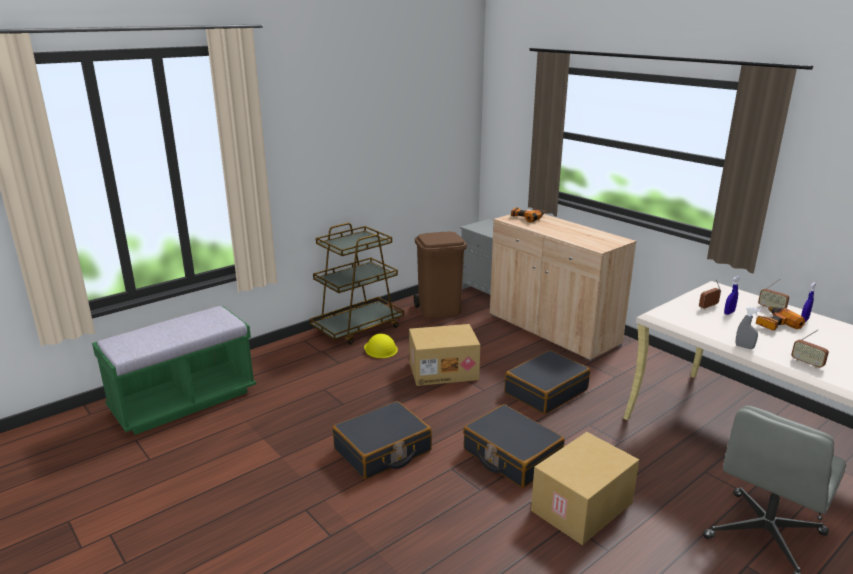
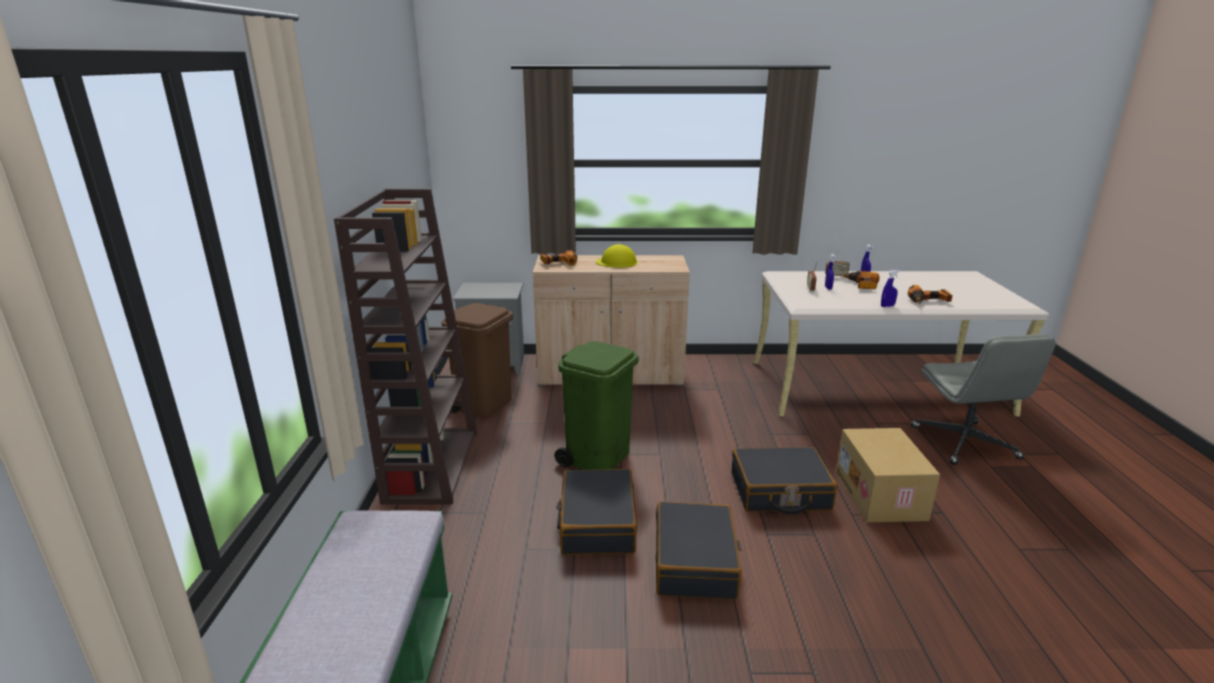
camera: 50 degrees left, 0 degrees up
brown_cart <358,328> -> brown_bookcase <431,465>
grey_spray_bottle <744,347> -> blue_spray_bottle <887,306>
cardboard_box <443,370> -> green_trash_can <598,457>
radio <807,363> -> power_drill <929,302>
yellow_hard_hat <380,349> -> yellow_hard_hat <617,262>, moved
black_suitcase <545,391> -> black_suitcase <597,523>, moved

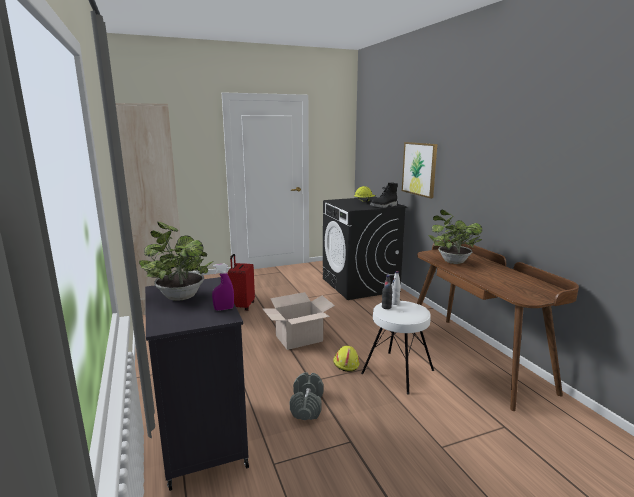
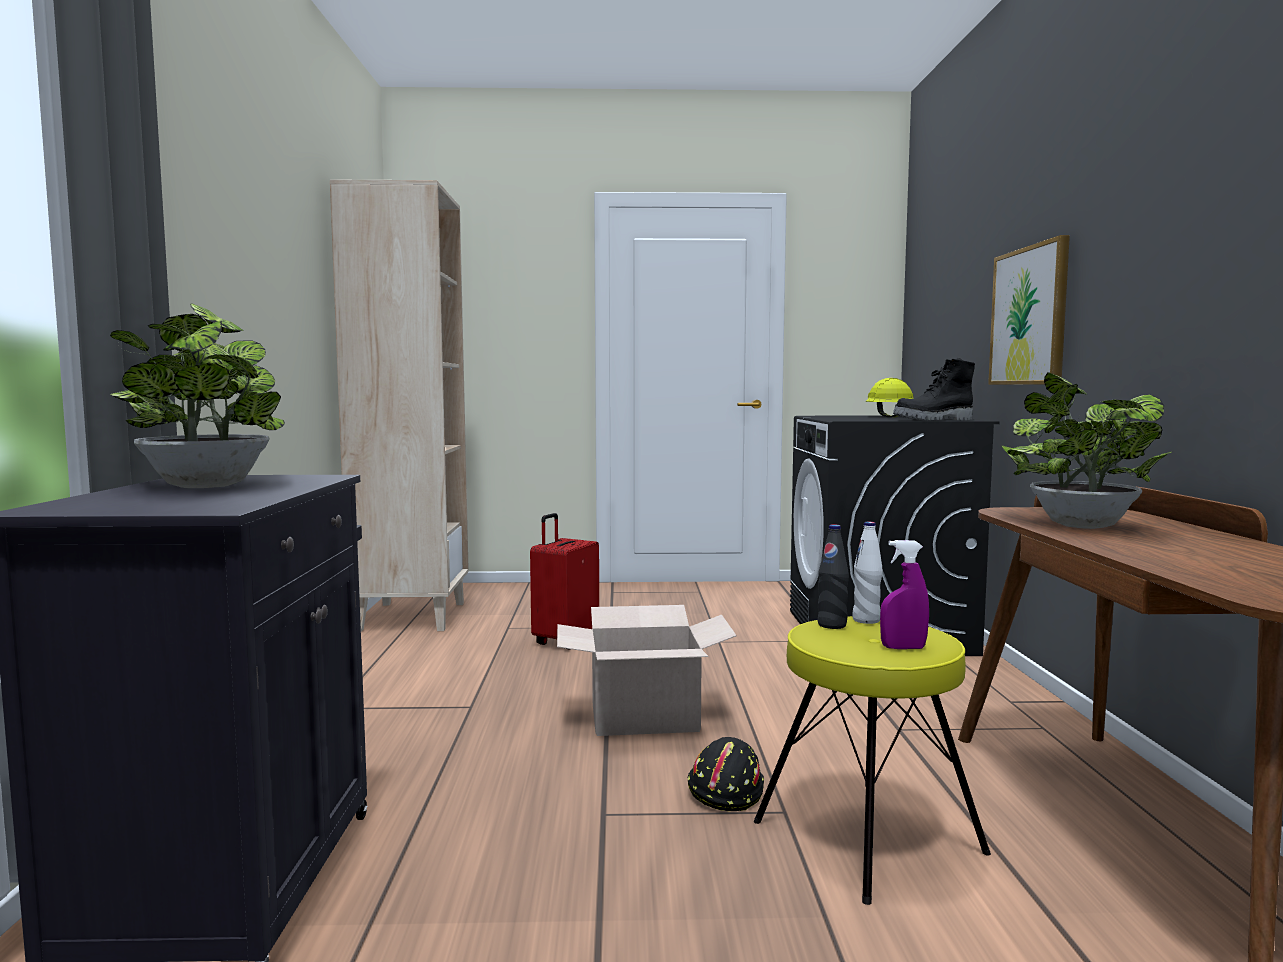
camera: 20 degrees right, 10 degrees down
purple_spray_bottle <224,309> -> purple_spray_bottle <903,648>, moved
white_stool <397,371> -> yellow_stool <866,836>
yellow_hard_hat <345,363> -> black_hard_hat <725,790>
grey_dumbbell <307,405> -> none

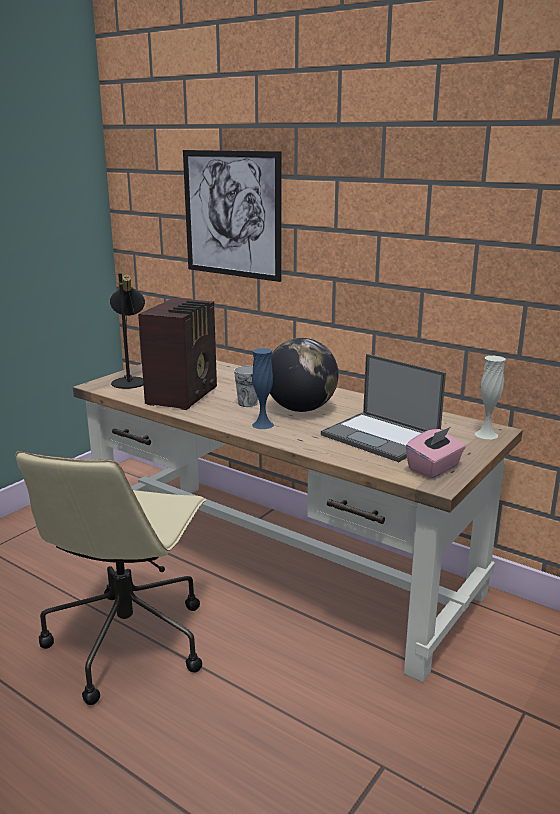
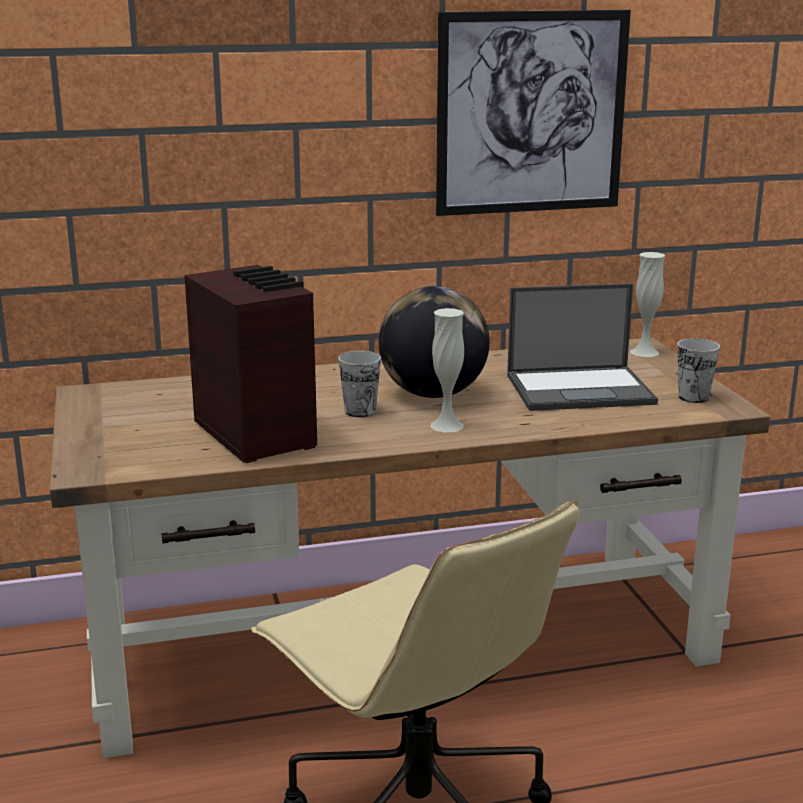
camera: 50 degrees left, 0 degrees up
picture <232,214> -> picture <531,113>, moved
black_table_lamp <130,380> -> none
blue_vase <262,425> -> white_vase <447,425>
pink_tissue_box <434,468> -> cup <693,397>

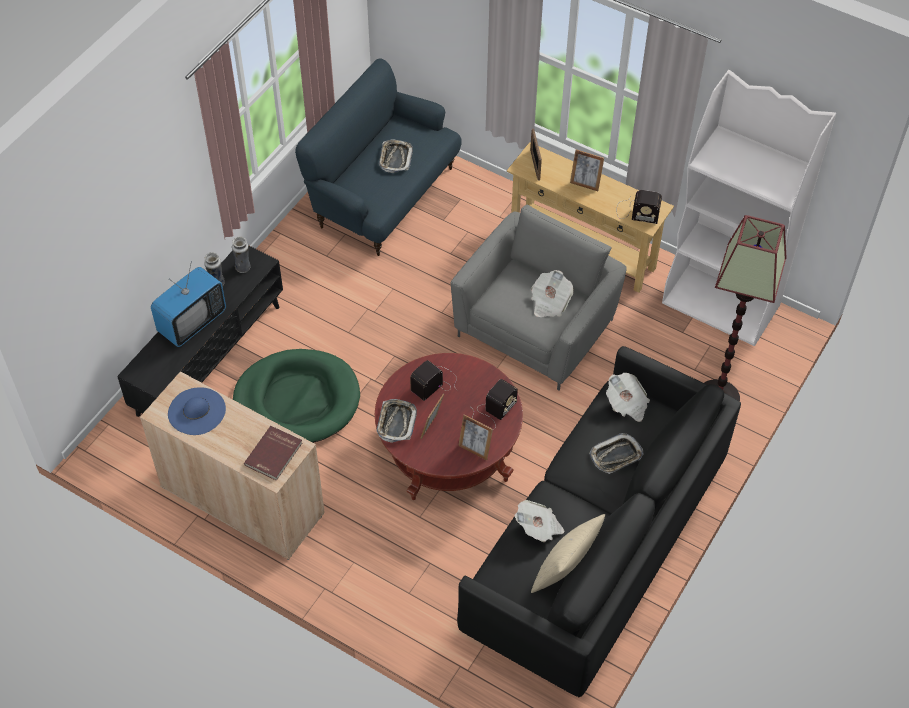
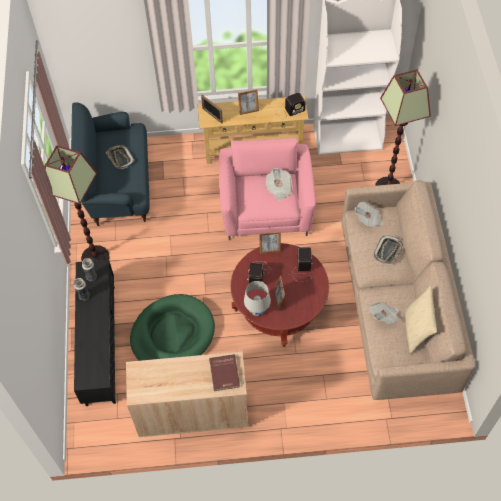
camera: 35 degrees left, 5 degrees up
grey_armchair <536,327> -> pink_armchair <266,208>
television <192,322> -> none
black_sofa <596,546> -> beige_sofa <397,307>
blue_hat <196,411> -> none
tray <396,422> -> white_table_lamp <257,309>
picture_frame <475,449> -> picture_frame <270,250>, moved
none -> floor_lamp <95,257>

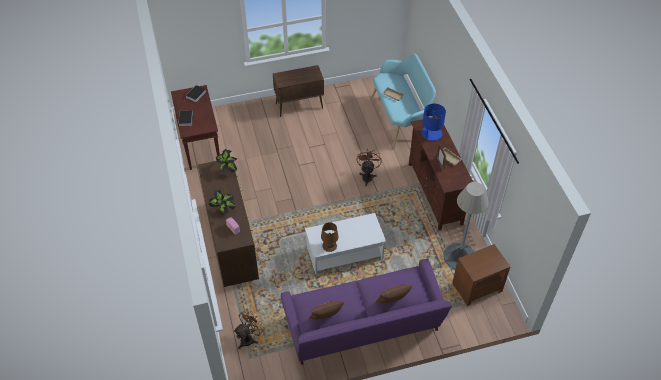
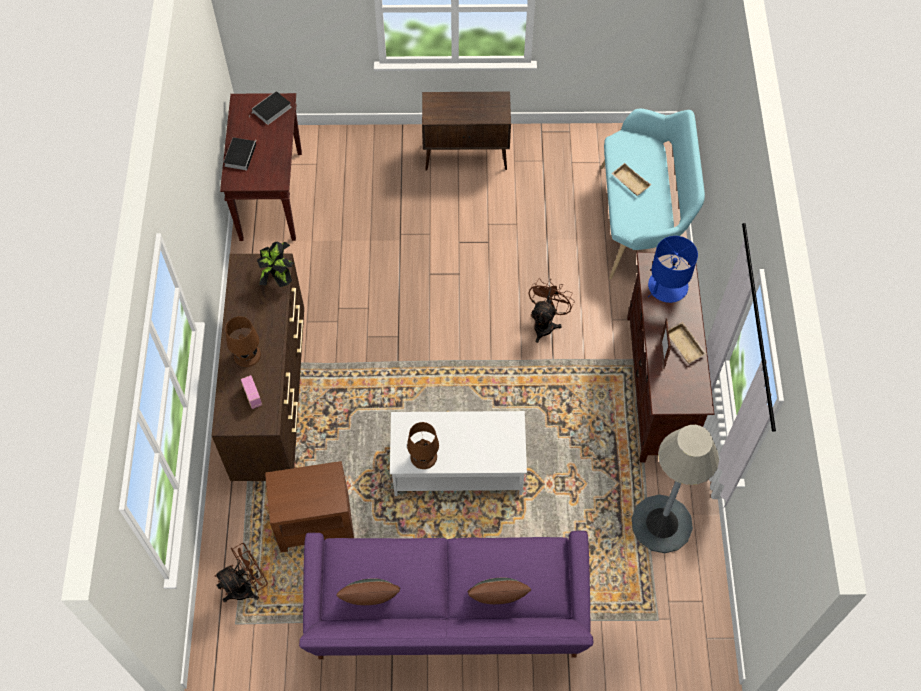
camera: 15 degrees right, 10 degrees up
potted_plant <223,210> -> brown_table_lamp <247,355>
brown_side_table <476,287> -> brown_side_table <314,522>, moved

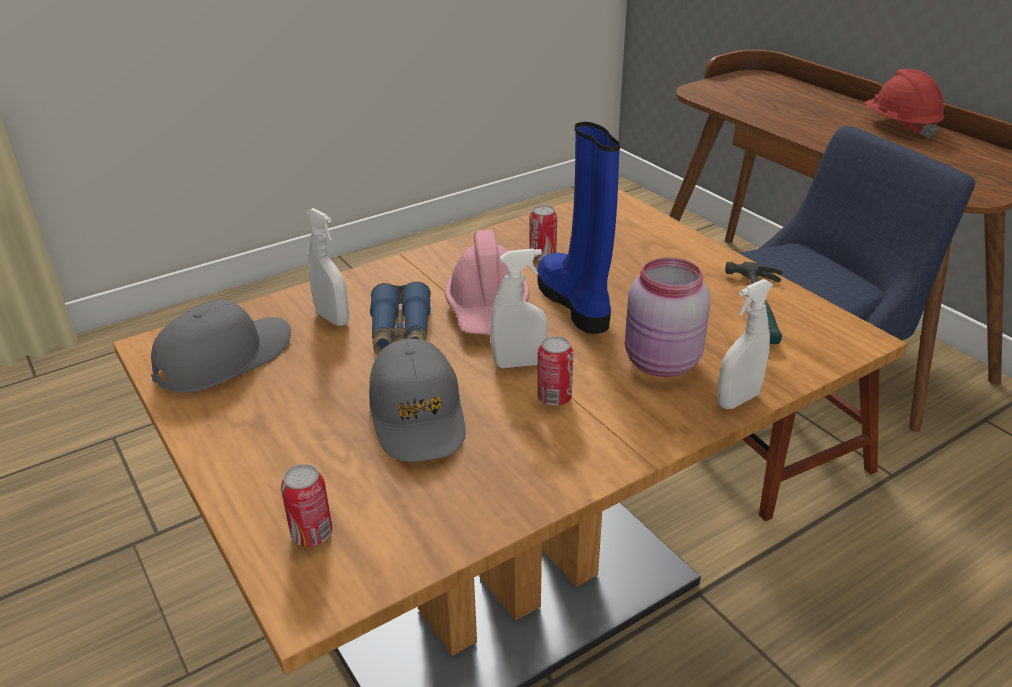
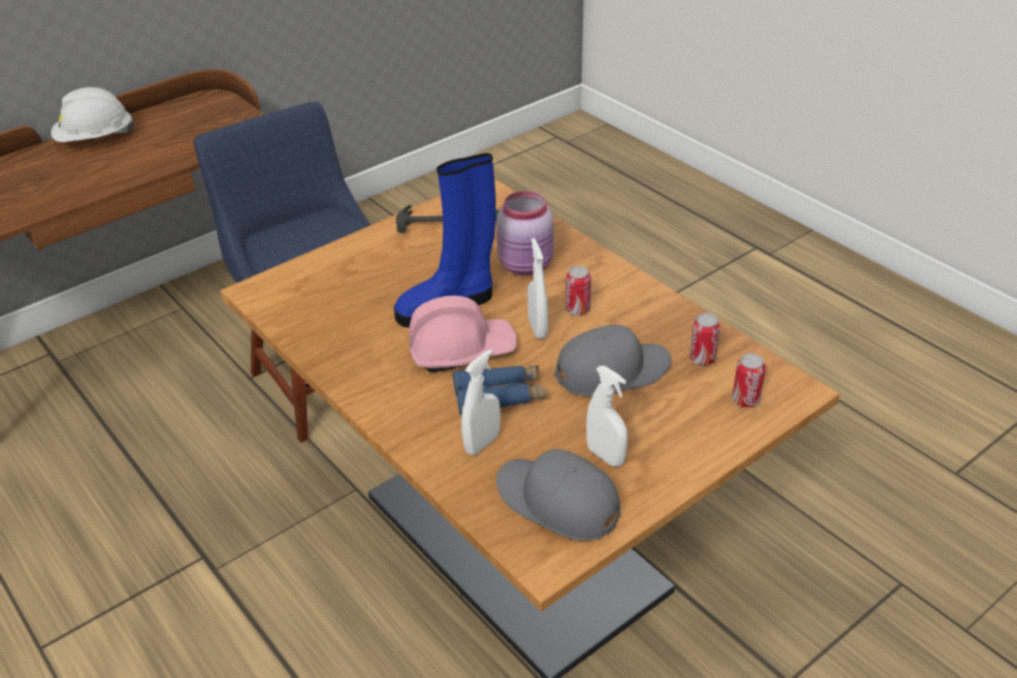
camera: 95 degrees left, 5 degrees up
red_hard_hat <900,126> -> white_hard_hat <95,140>
can <542,257> -> can <702,359>, moved
white_spray_bottle <738,400> -> white_spray_bottle <605,456>, moved

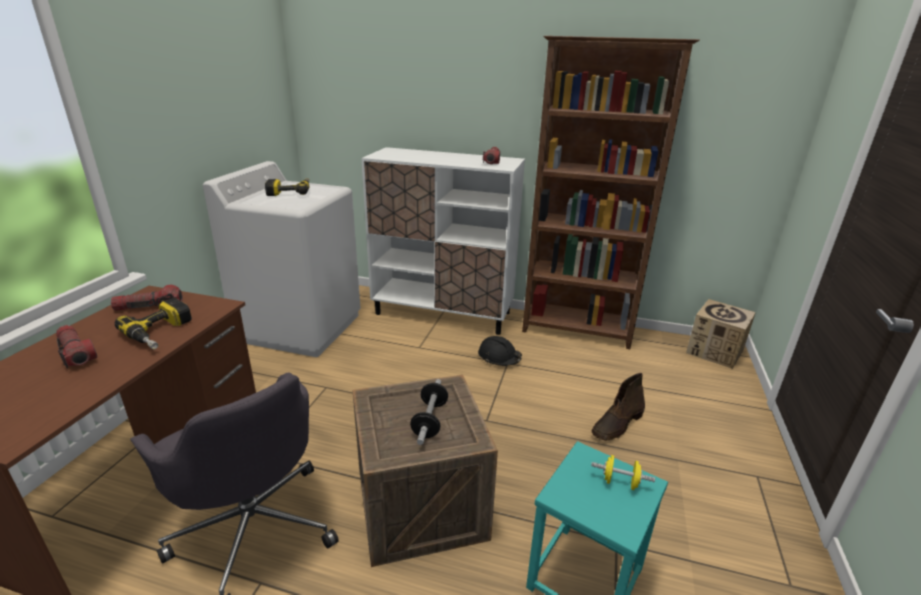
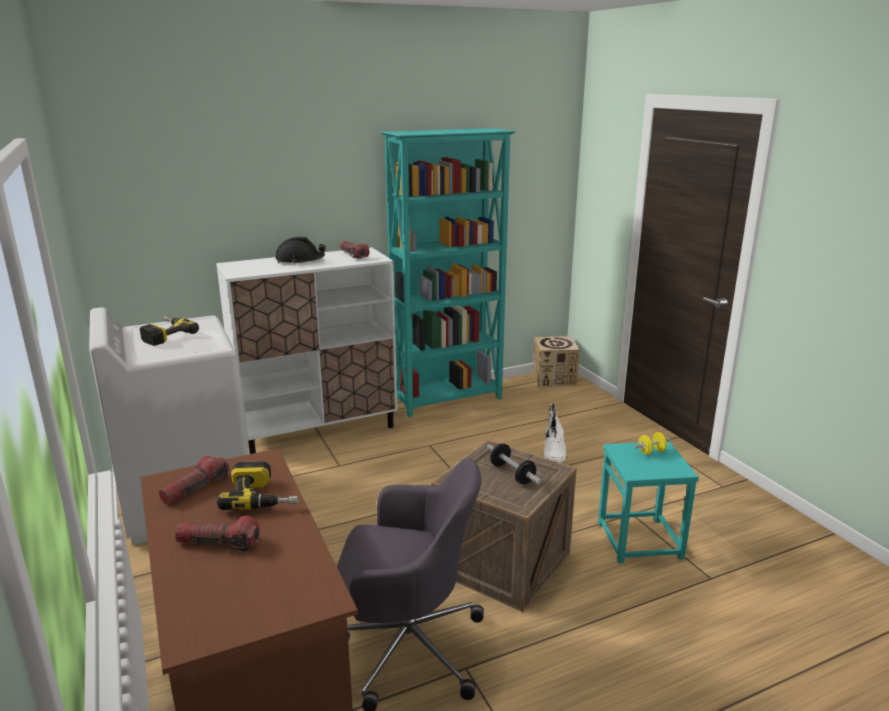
camera: 40 degrees left, 5 degrees down
brown_bookcase <577,330> -> turquoise_bookcase <448,399>
black_hard_hat <499,357> -> black_hard_hat <300,261>, moved
brown_boot <617,424> -> white_boot <554,451>

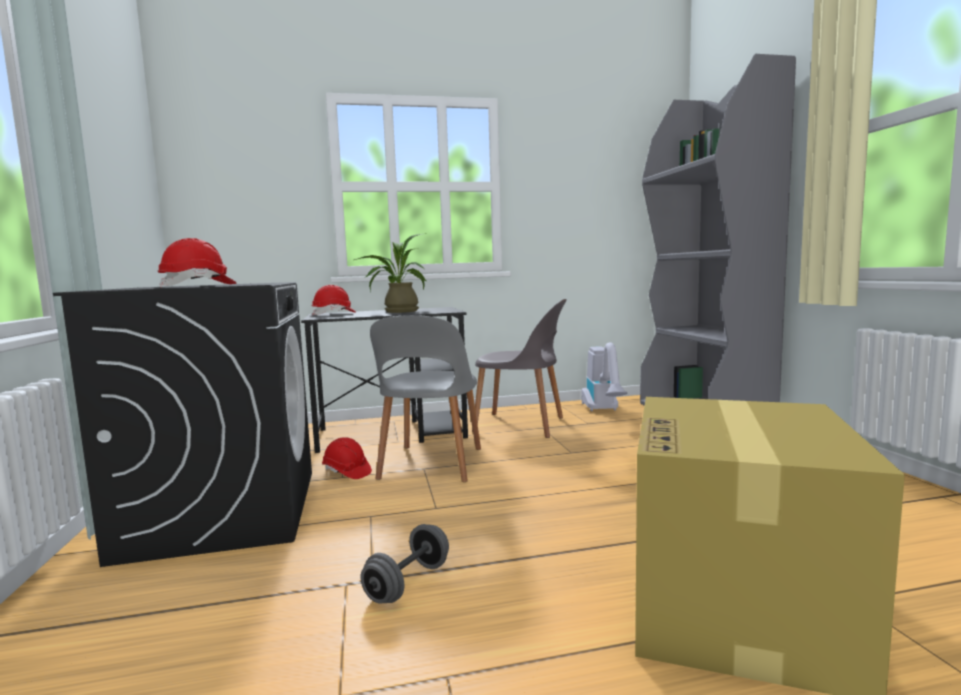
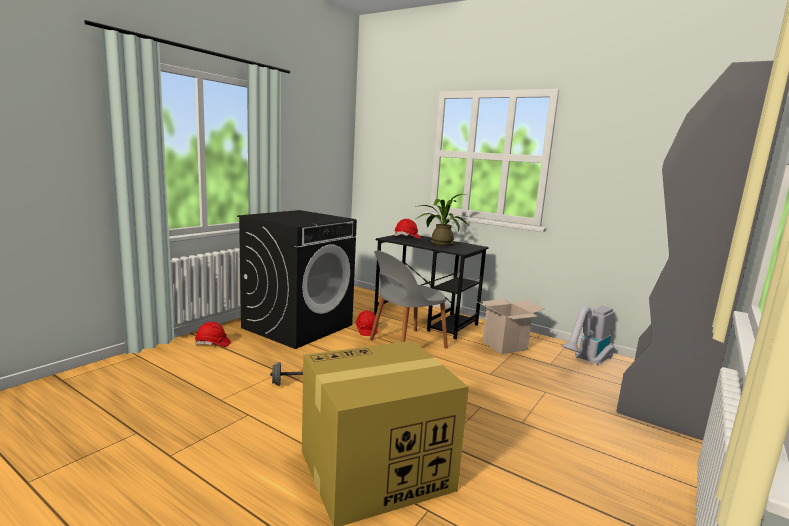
camera: 45 degrees right, 5 degrees up
red_hard_hat <199,286> -> red_hard_hat <212,344>, moved
grey_chair <522,425> -> cardboard_box <504,346>

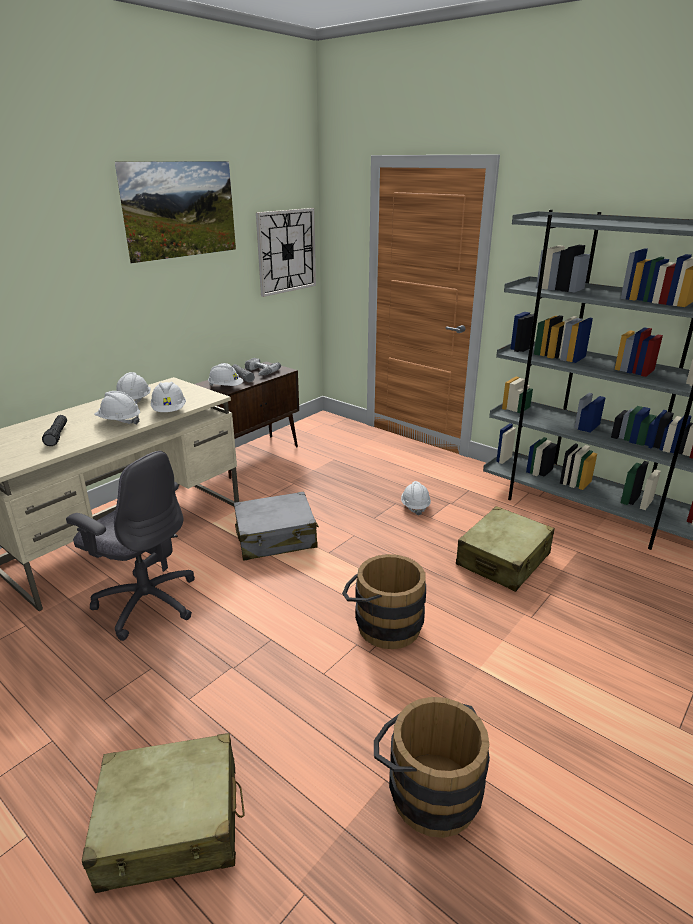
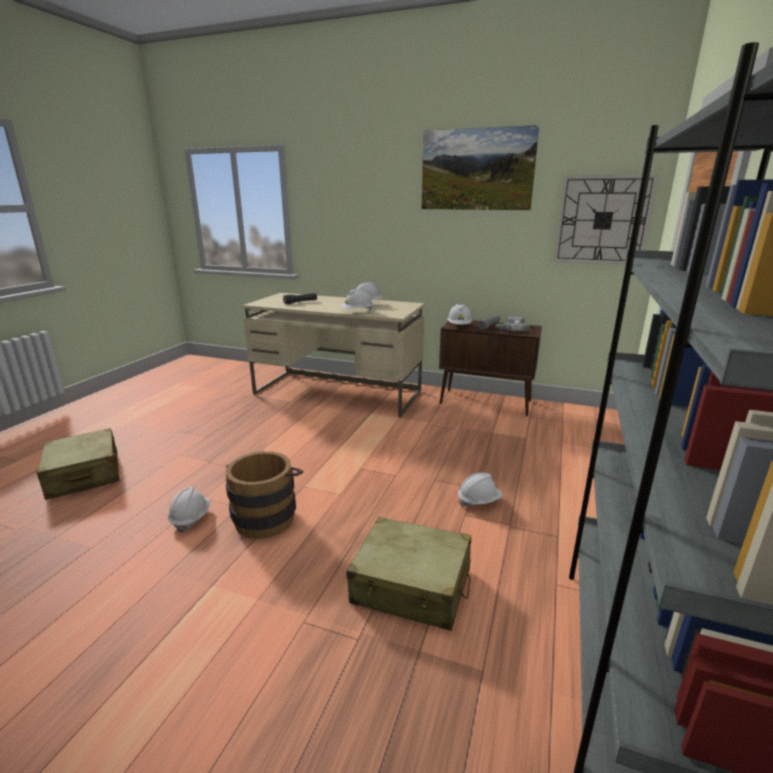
camera: 70 degrees right, 5 degrees down
white_hard_hat <119,421> -> white_hard_hat <190,518>, moved
grey_office_chair <146,602> -> none
grey_suitcase <276,538> -> none
brown_bucket <427,789> -> none

